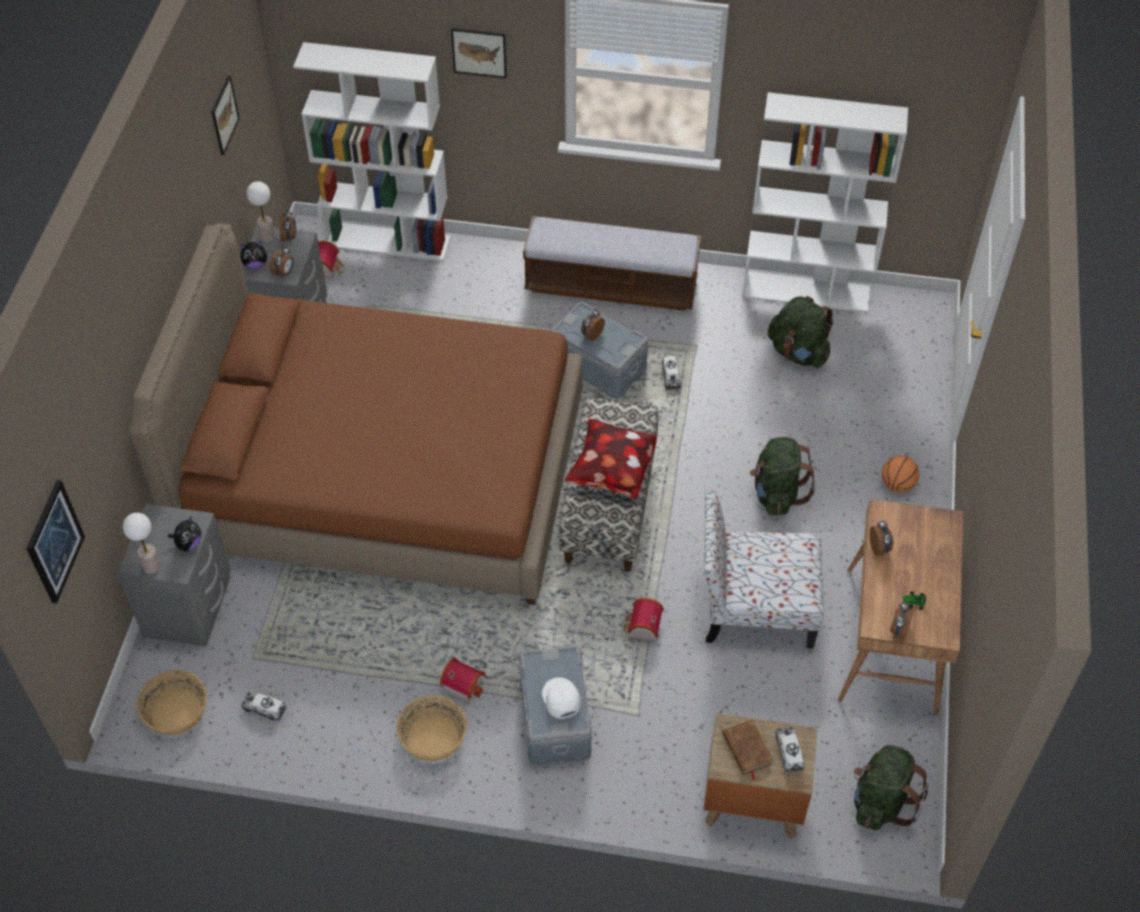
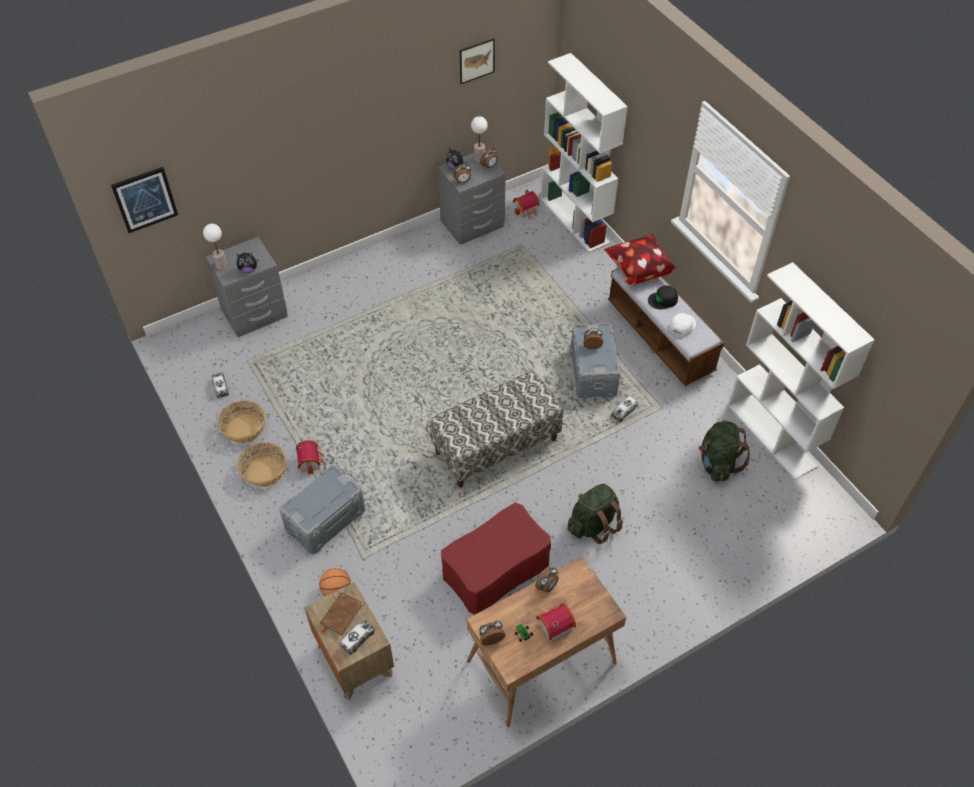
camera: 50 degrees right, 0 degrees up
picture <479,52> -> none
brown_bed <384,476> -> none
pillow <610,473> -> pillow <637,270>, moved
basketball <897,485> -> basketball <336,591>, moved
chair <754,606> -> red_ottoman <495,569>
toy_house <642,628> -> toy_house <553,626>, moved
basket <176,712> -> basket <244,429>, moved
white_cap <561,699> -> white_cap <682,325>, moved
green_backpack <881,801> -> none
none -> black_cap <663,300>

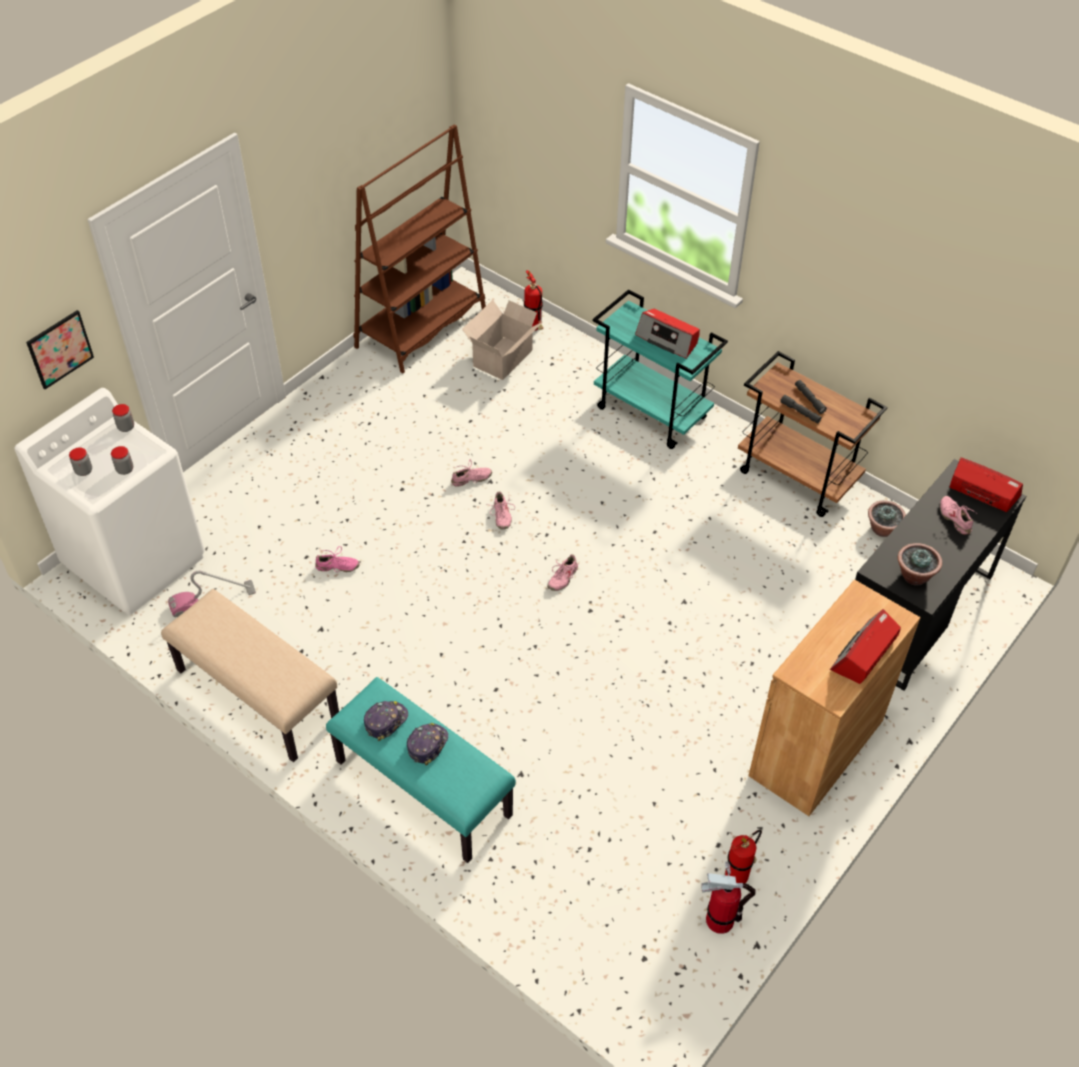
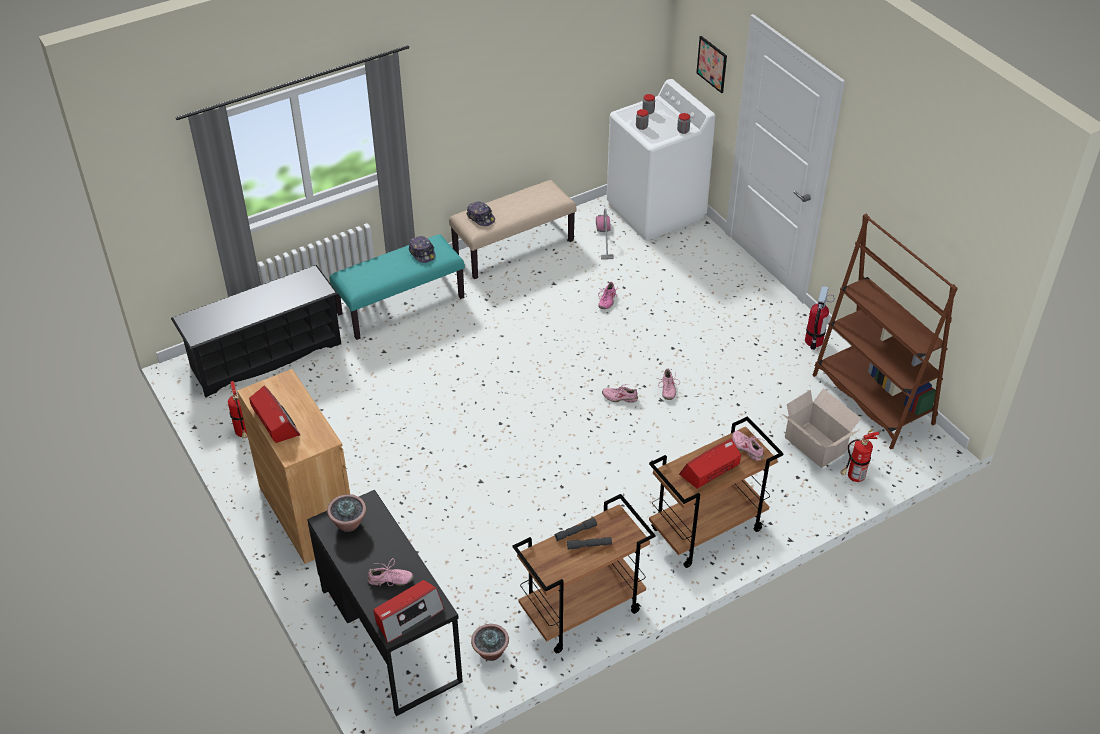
camera: 110 degrees right, 5 degrees down
turquoise_cart <652,413> -> brown_cart <706,531>
pink_shoe <562,578> -> pink_shoe <747,448>, moved
cap <427,745> -> cap <481,217>, moved
fire_extinguisher <720,920> -> fire_extinguisher <814,341>, moved
none -> black_shoe_rack <265,356>

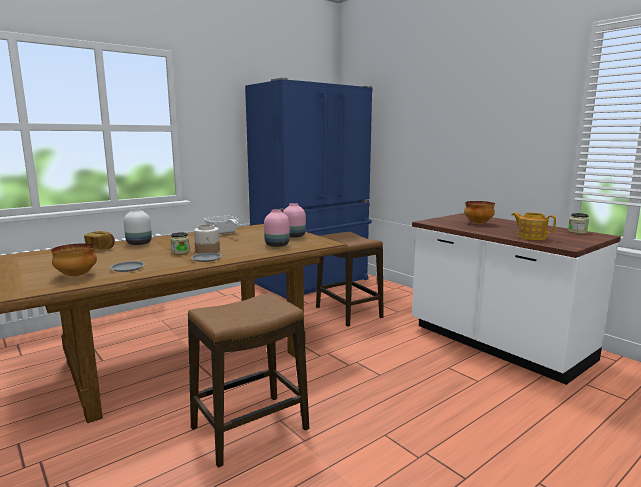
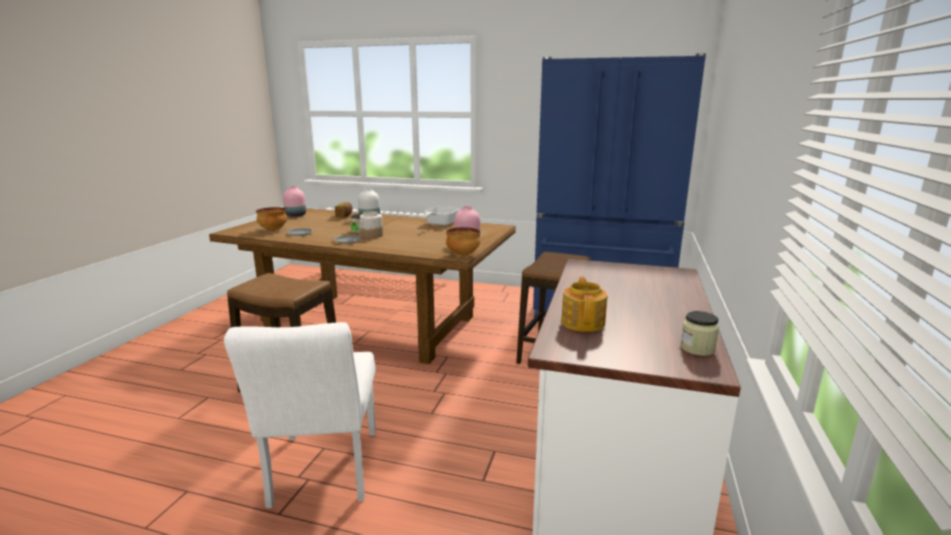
camera: 55 degrees right, 5 degrees up
bowl <478,223> -> bowl <463,255>, moved
pink_vase <277,245> -> pink_vase <295,215>, moved
none -> white_chair <322,474>

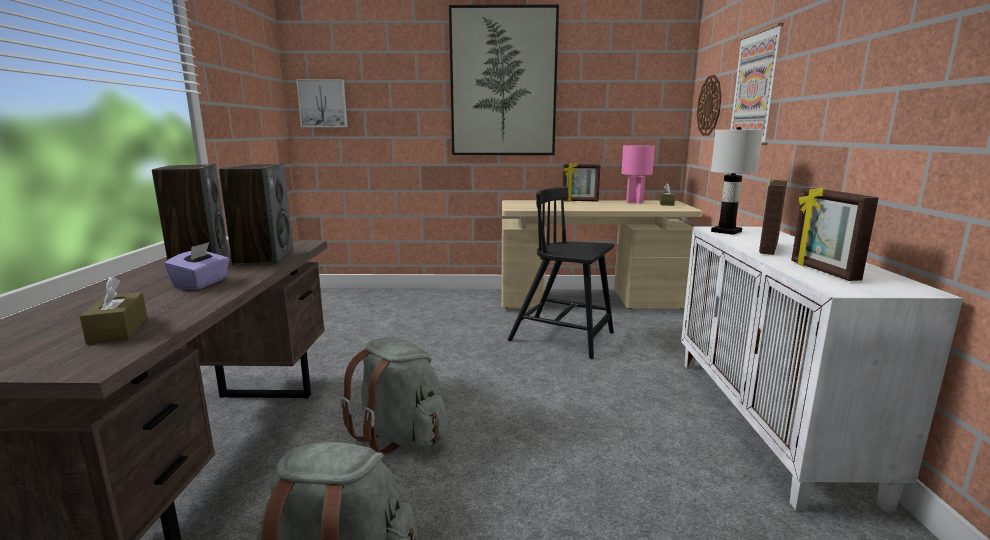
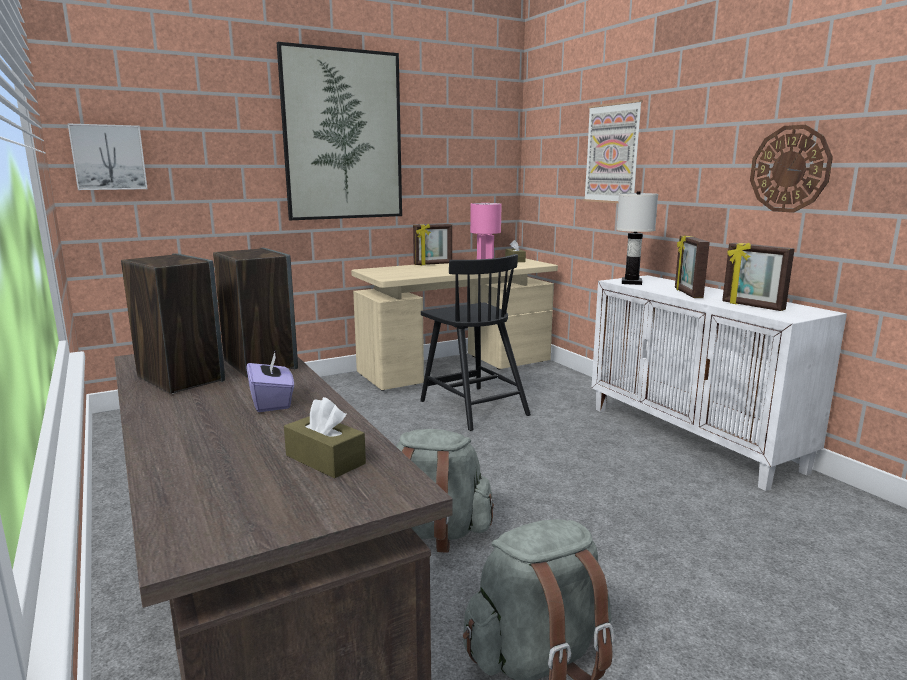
camera: 30 degrees left, 0 degrees up
wall_clock <709,106> -> wall_clock <790,169>, moved
black_chair <563,337> -> black_chair <472,407>, 120 degrees counterclockwise

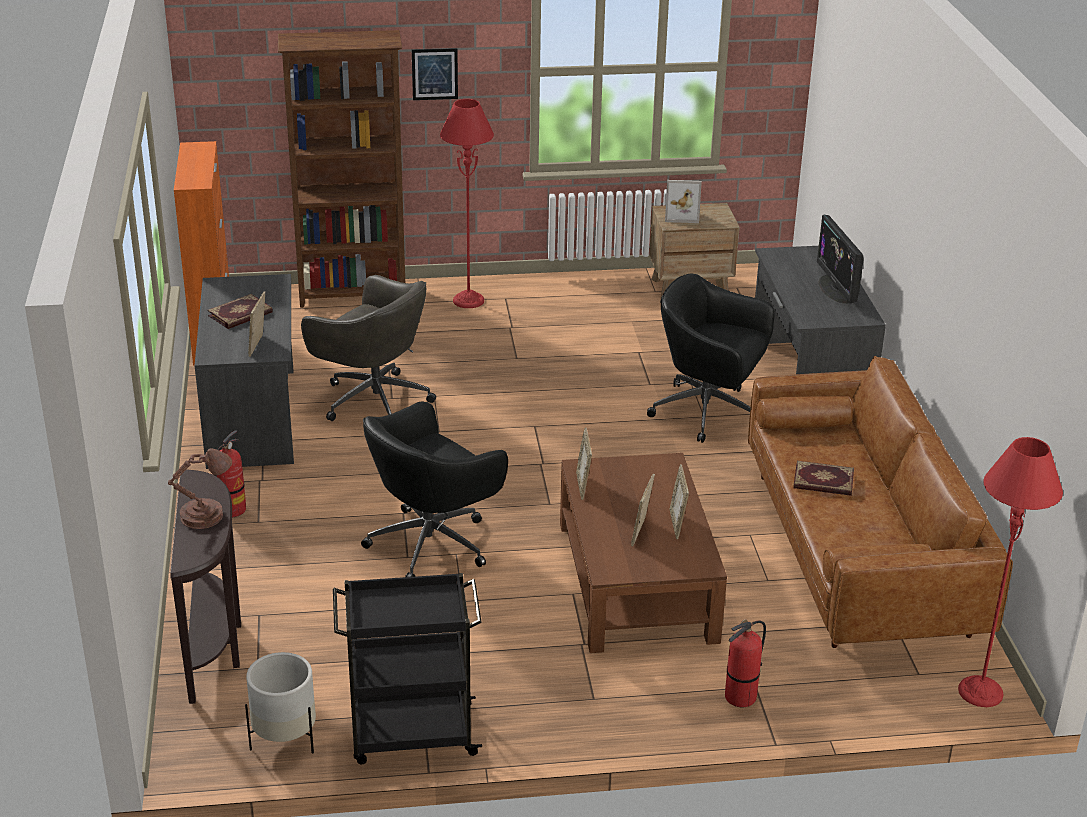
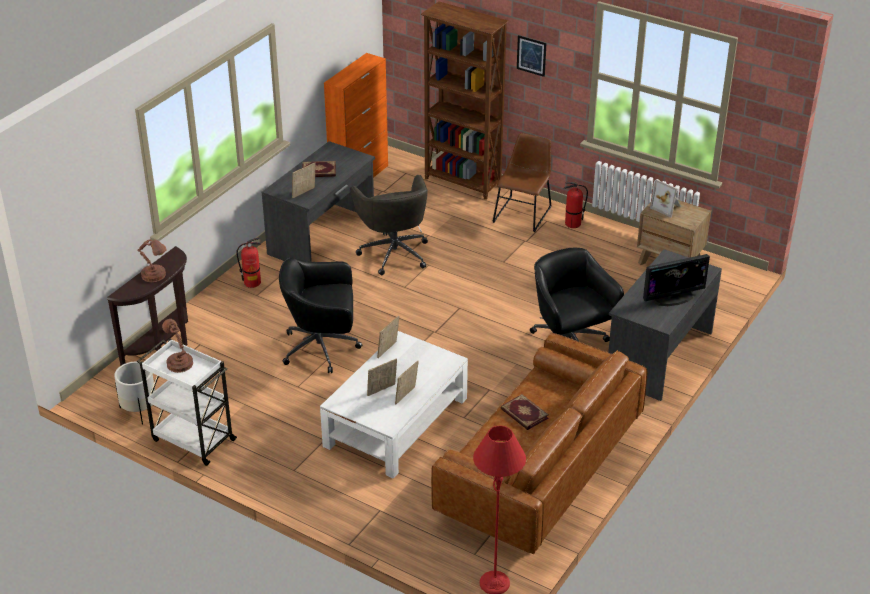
camera: 40 degrees right, 5 degrees up
red_floor_lamp <468,300> -> brown_chair <523,213>
monitor <836,289> -> monitor <673,298>, 135 degrees counterclockwise
brown_coffee_table <636,581> -> white_coffee_table <395,422>
black_cart <410,734> -> white_cart <192,439>
fire_extinguisher <740,698> -> fire_extinguisher <572,224>, moved
none -> brown_table_lamp <178,362>

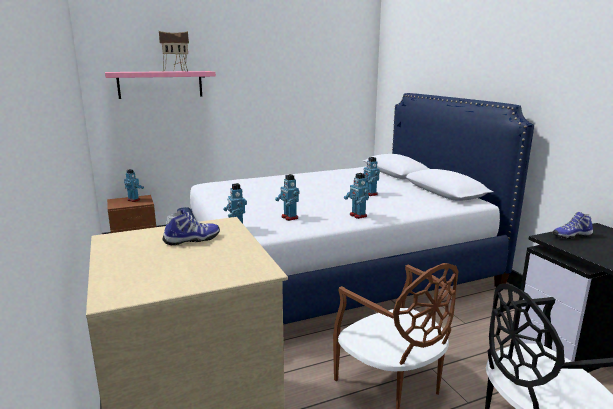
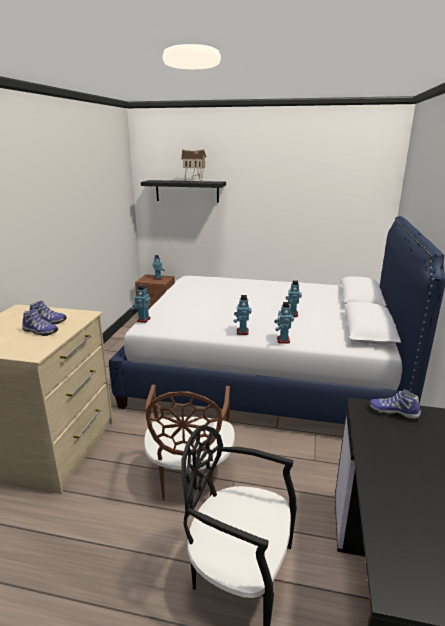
camera: 35 degrees right, 5 degrees up
pink_shelf <160,84> -> black_shelf <187,191>
toy_robot <289,217> -> toy_robot <283,340>, moved
none -> shoe <39,332>

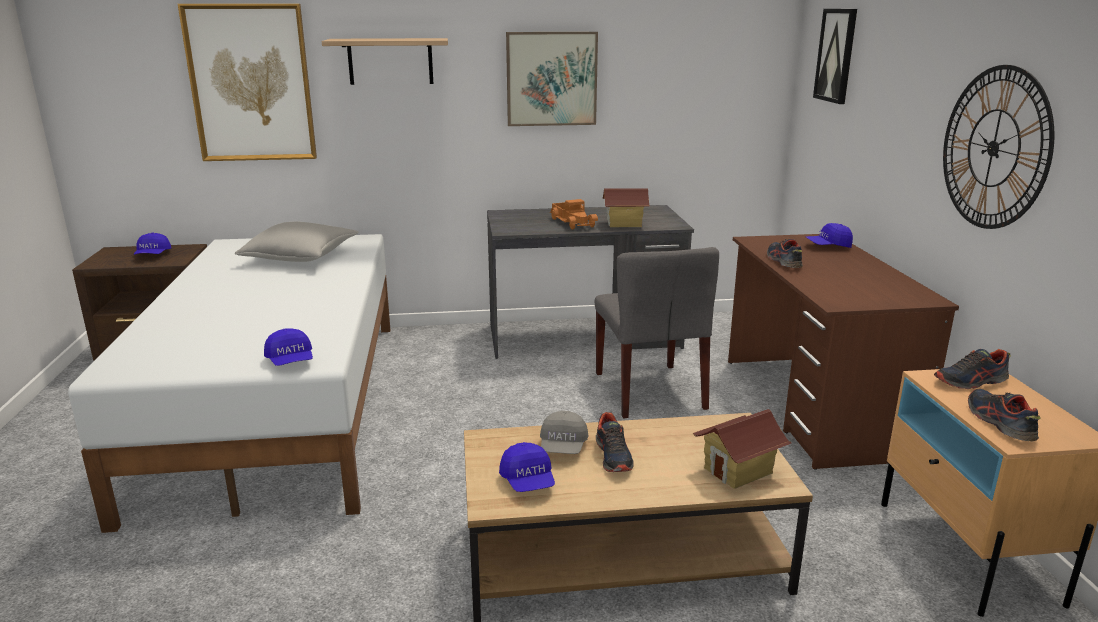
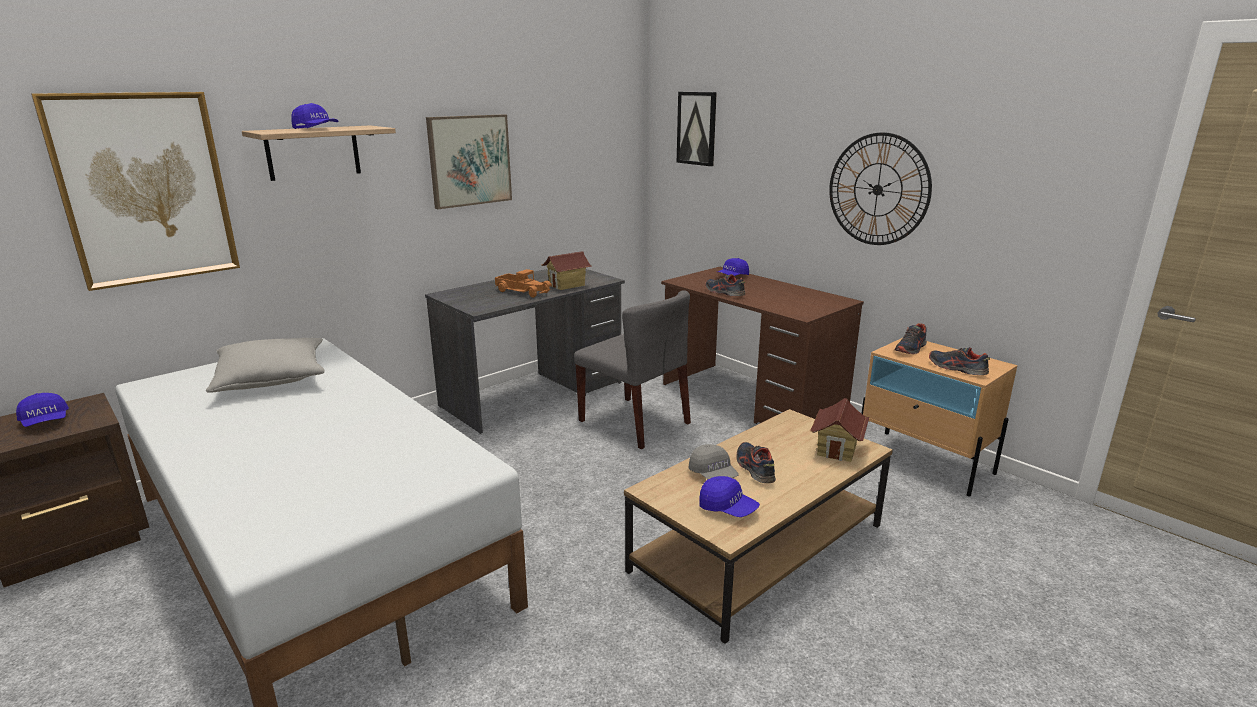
camera: 35 degrees left, 0 degrees up
blue_cap <291,361> -> blue_cap <316,129>, moved
shoe <613,456> -> shoe <754,468>, 150 degrees counterclockwise

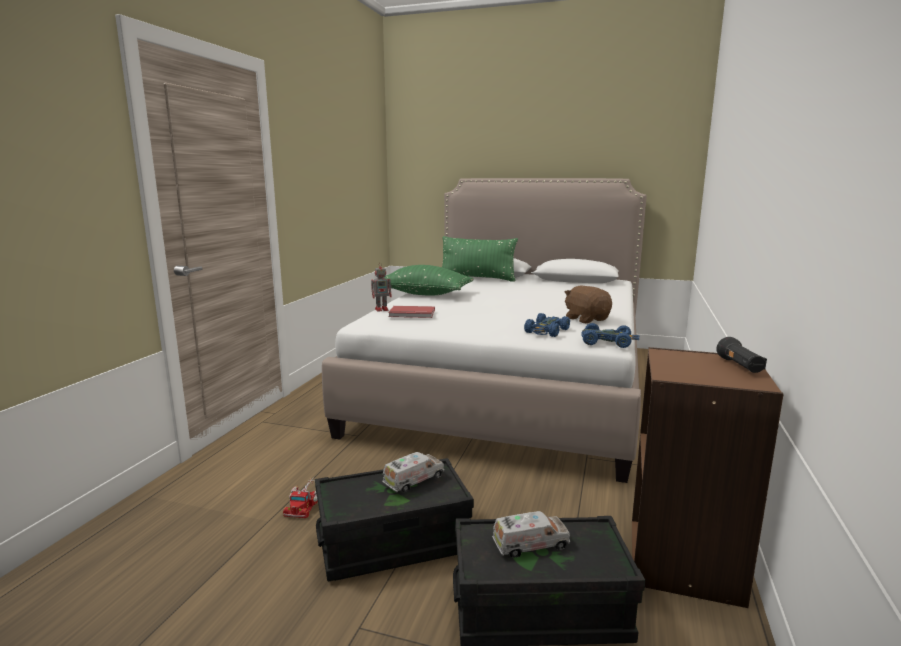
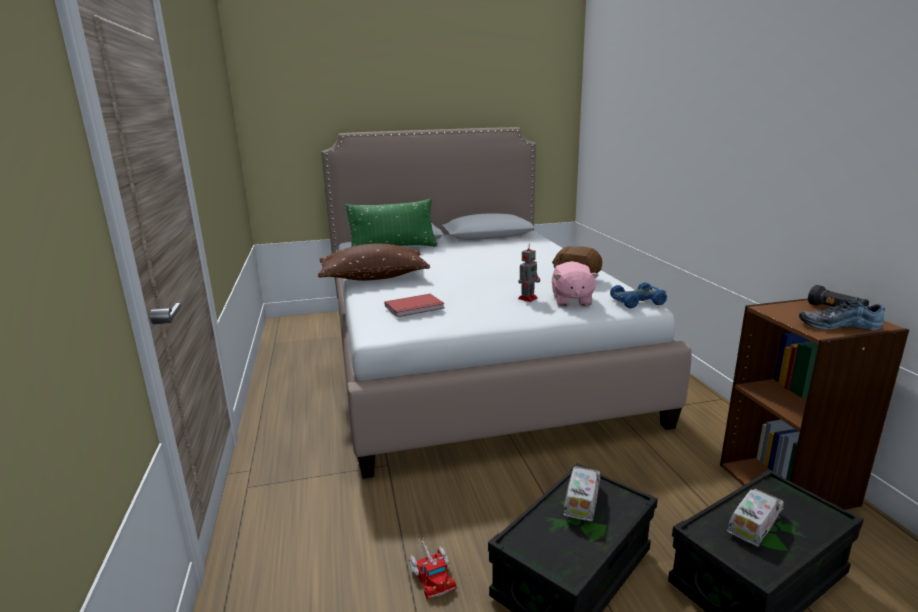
camera: 30 degrees left, 5 degrees up
toy_robot <382,309> -> toy_robot <528,298>, moved
green_pillow <424,294> -> brown_pillow <374,278>
blue_toy_car <547,331> -> pink_plush_toy <571,301>
none -> shoe <837,325>

